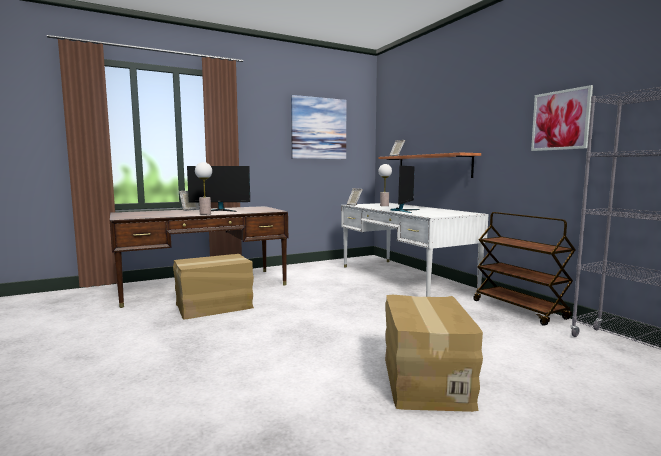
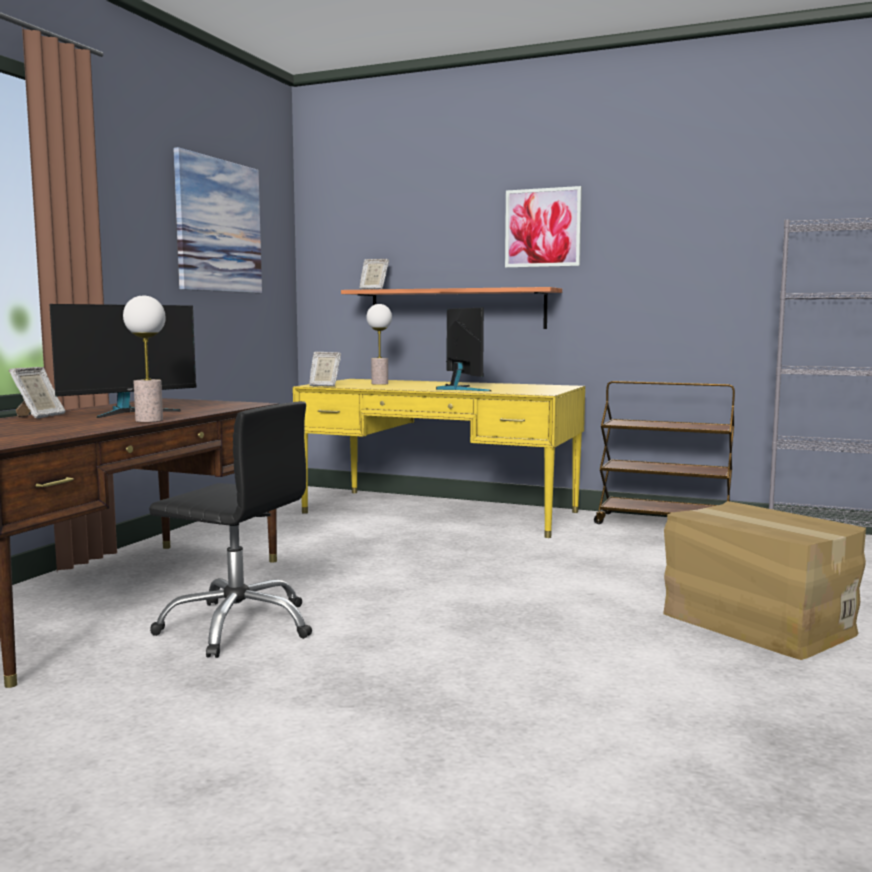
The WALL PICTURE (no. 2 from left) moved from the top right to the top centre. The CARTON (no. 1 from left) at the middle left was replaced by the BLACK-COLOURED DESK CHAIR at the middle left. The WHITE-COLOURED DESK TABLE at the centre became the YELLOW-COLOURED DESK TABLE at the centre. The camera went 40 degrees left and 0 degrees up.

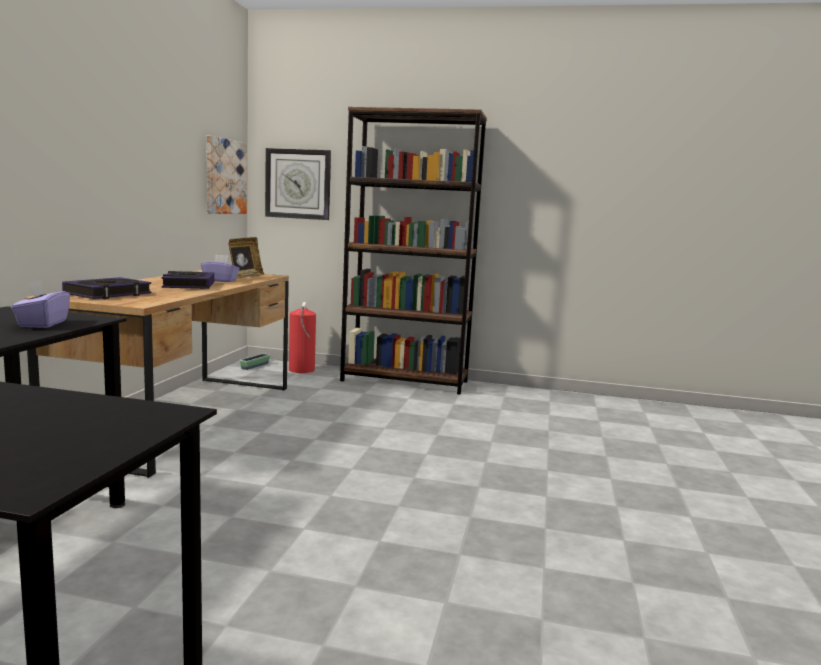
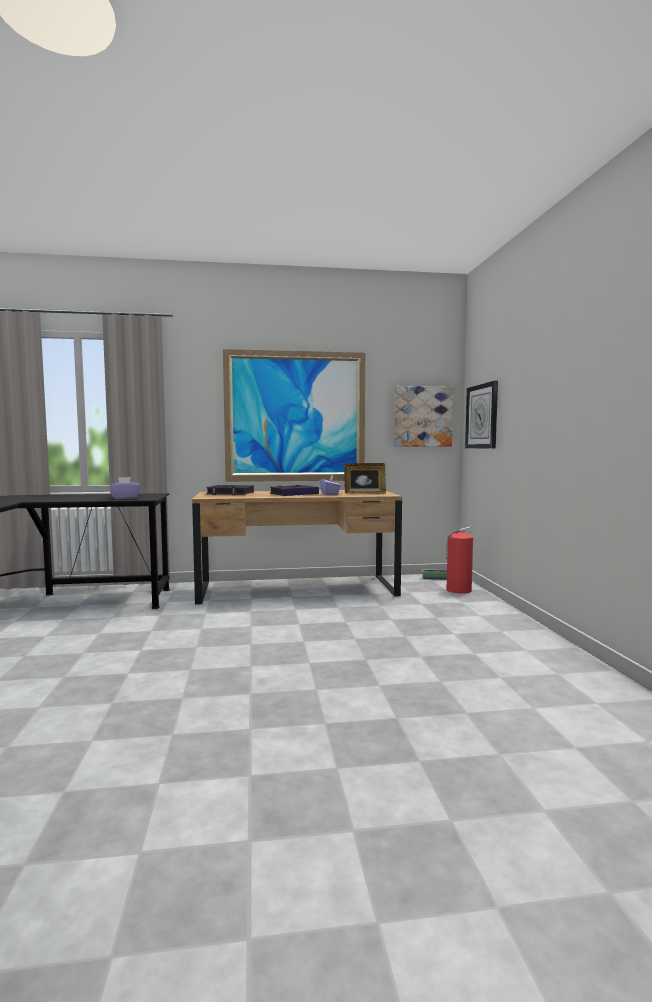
The BROWNISH SHELVING UNIT at the centre disappeared. The WALL PICTURE (no. 1 from left) at the centre appeared. The camera went 70 degrees right and 5 degrees down.

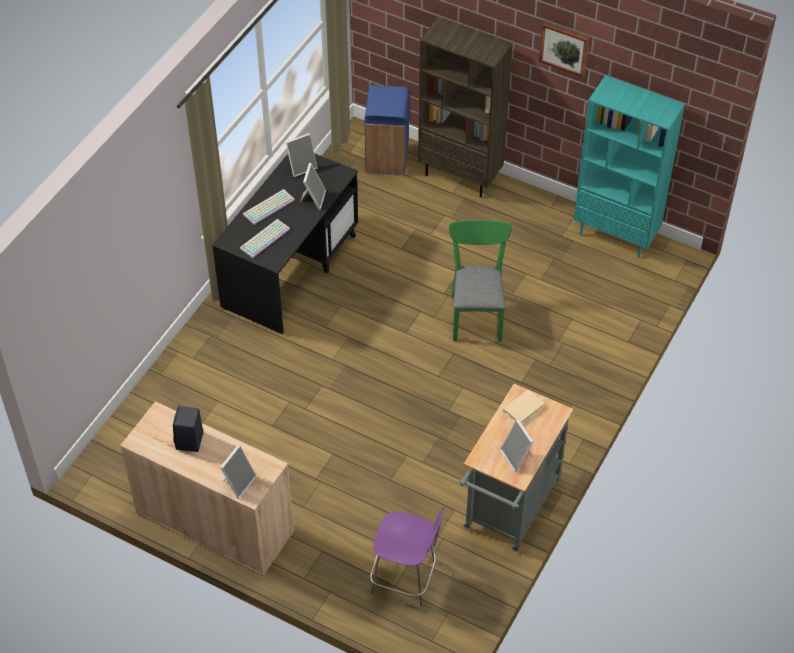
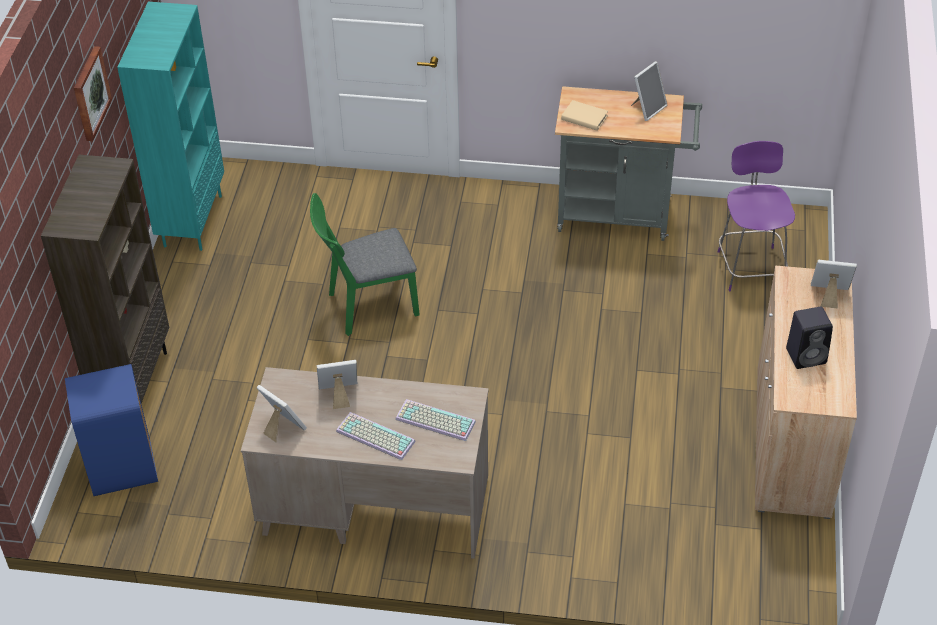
The BLACK-COLOURED DESK TABLE at the centre became the SAND-COLOURED DESK TABLE at the bottom centre. The camera went 110 degrees left and 5 degrees down.

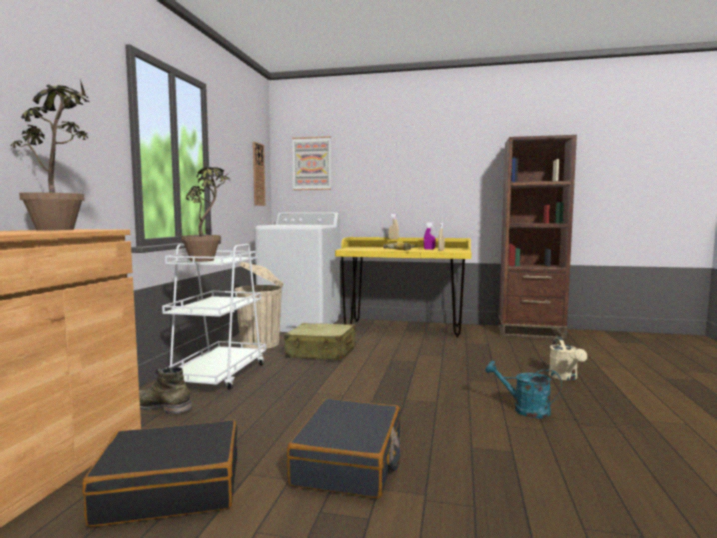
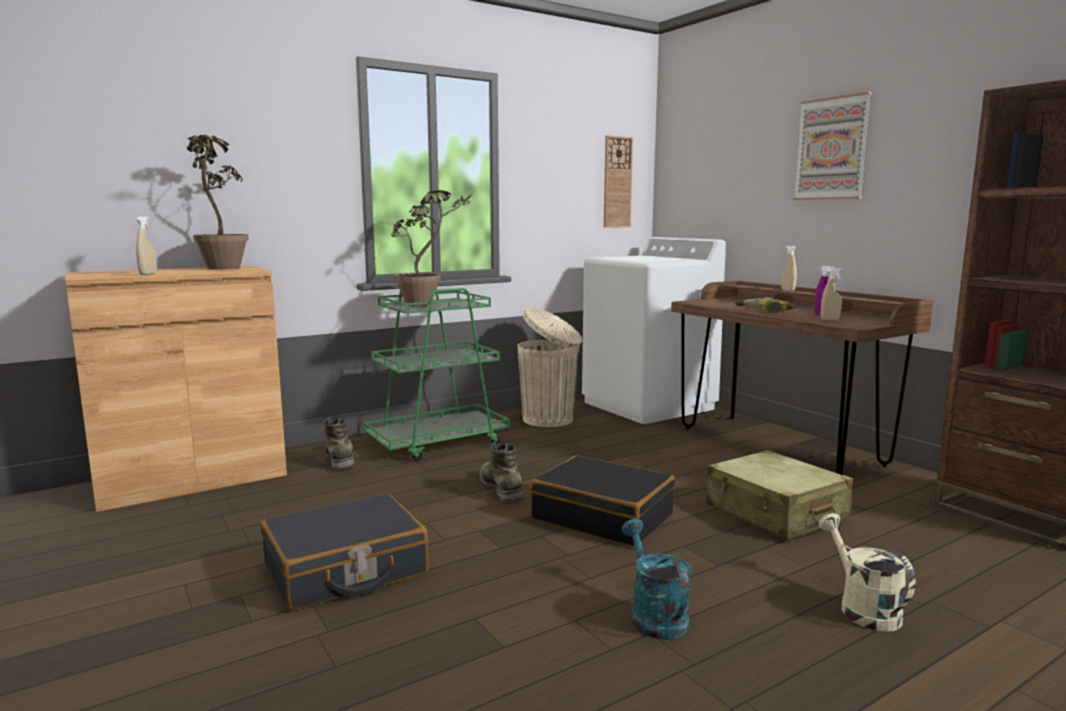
The SAND-COLOURED SPRAYER (no. 1 from left) at the middle left appeared. The GREEN BOOT (no. 2 from left) at the centre appeared. The BLACK-COLOURED TRAVEL CASE (no. 1 from left in the first image) moved from the bottom left to the bottom centre. The SAND-COLOURED TRAVEL CASE moved from the centre to the bottom right. The WALL PICTURE moved from the top centre to the top right. The WHITE-COLOURED TROLLEY at the middle left became the GREEN TROLLEY at the centre. The YELLOW-COLOURED DESK TABLE at the centre became the BROWNISH DESK TABLE at the middle right. The SAND-COLOURED WATERING POT at the middle right turned 120 degrees clockwise. The camera went 45 degrees right and 5 degrees up.

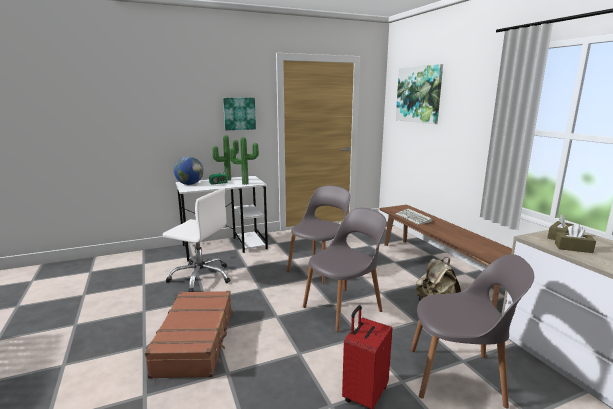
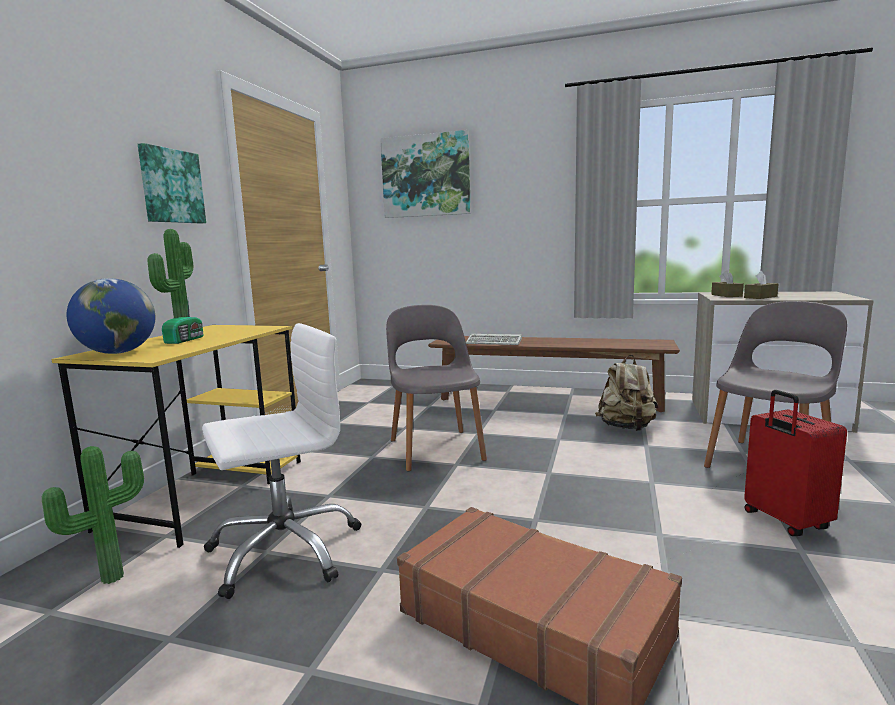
The GRAY UPRIGHT CHAIR (no. 2 from left) at the centre disappeared. The POTTED PLANT (no. 2 from left in the first image) moved from the centre to the bottom left. The WHITE-COLOURED DESK TABLE at the centre became the YELLOW-COLOURED DESK TABLE at the middle left. The camera went 50 degrees left and 5 degrees down.

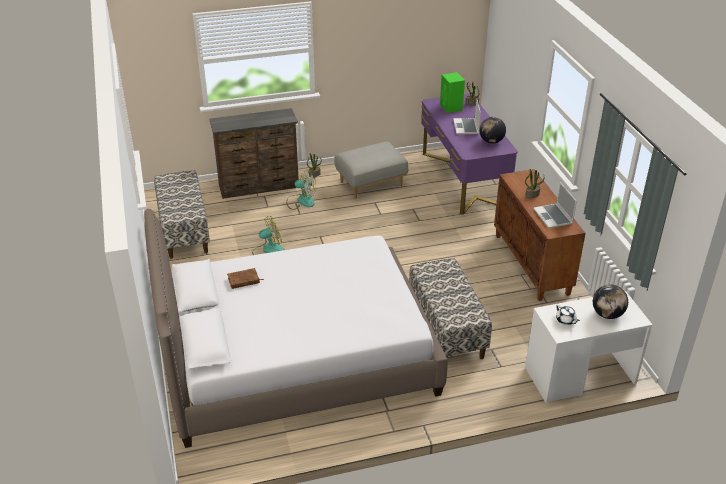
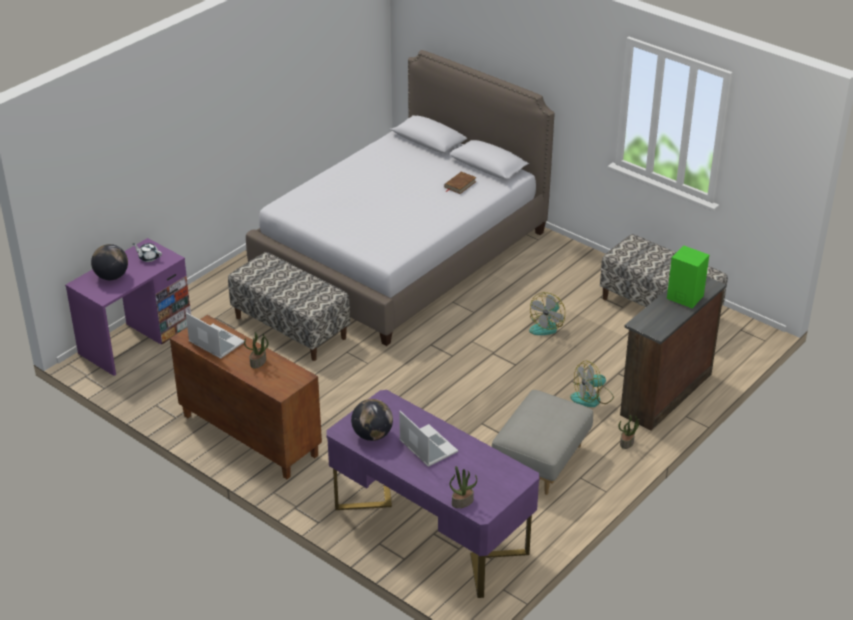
The GREEN SPEAKER moved from the top centre to the middle right. The WHITE-COLOURED DESK TABLE at the bottom right became the PURPLE-COLOURED DESK TABLE (no. 1 from left) at the middle left. The camera went 145 degrees right and 0 degrees up.

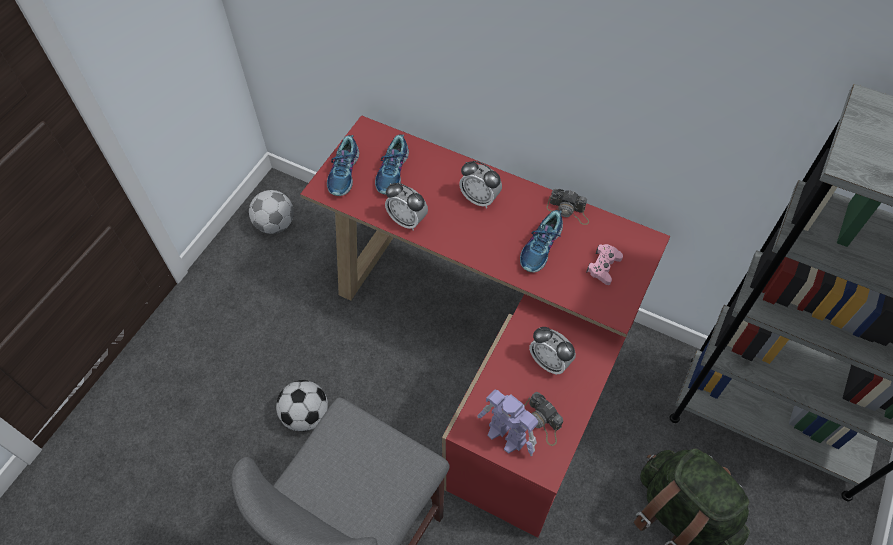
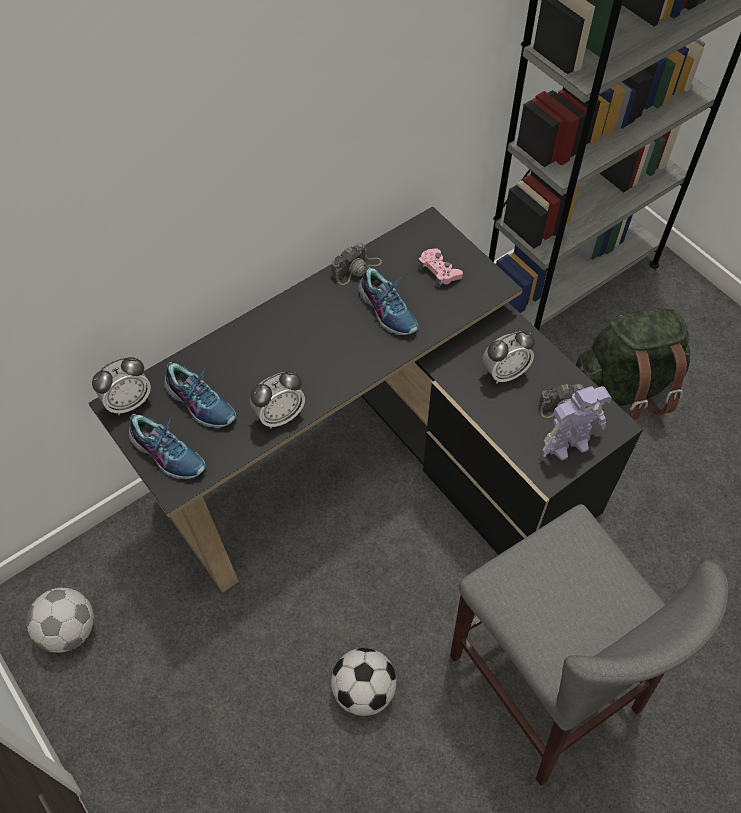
The TABLE CLOCK (no. 2 from left in the first image) moved from the centre to the middle left. The RED-COLOURED DESK TABLE at the centre became the BLACK-COLOURED DESK TABLE at the centre. The camera went 65 degrees left and 0 degrees up.

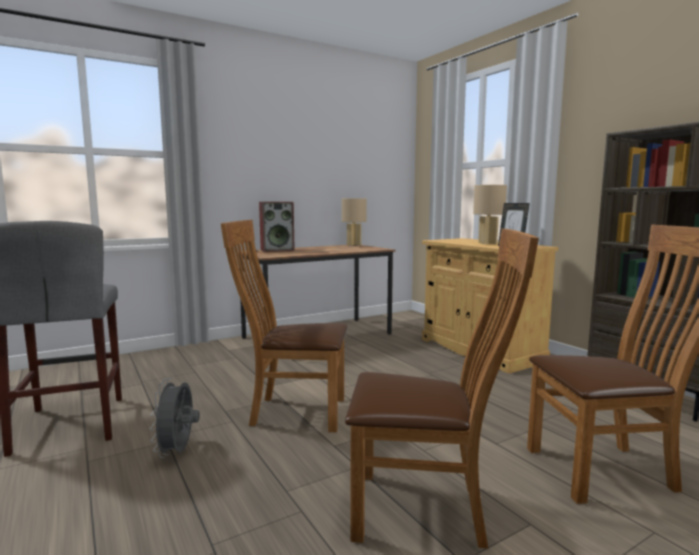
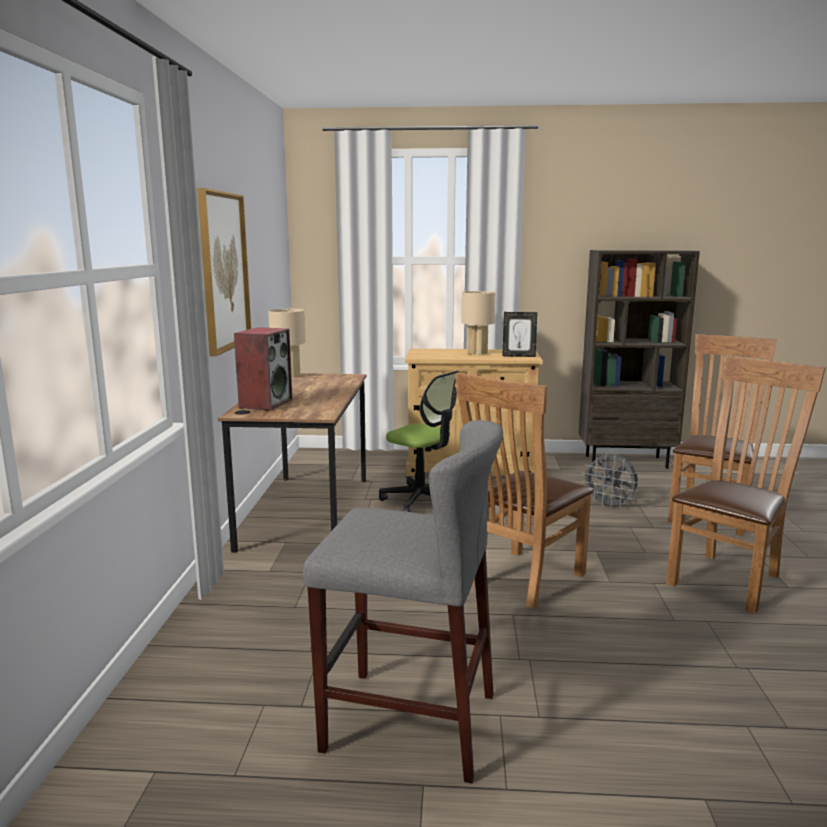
The WALL PICTURE at the top left appeared. The DESK CHAIR at the centre appeared. The GRAY COOLING FAN moved from the bottom left to the middle right. The camera went 55 degrees left and 5 degrees up.

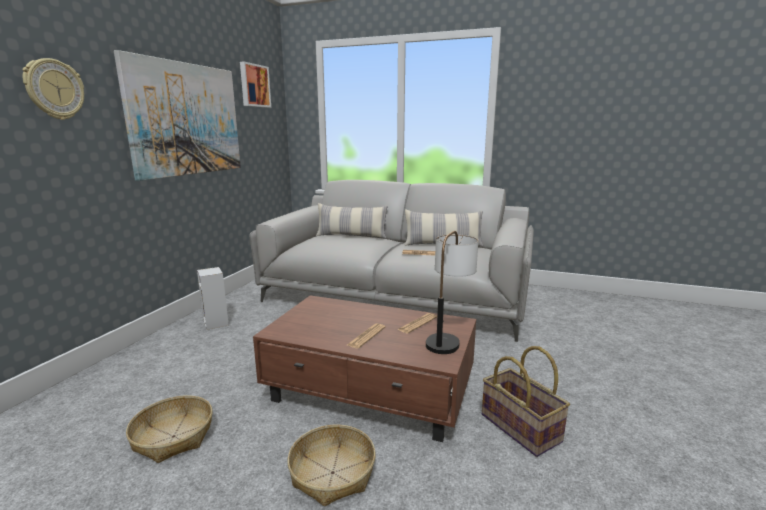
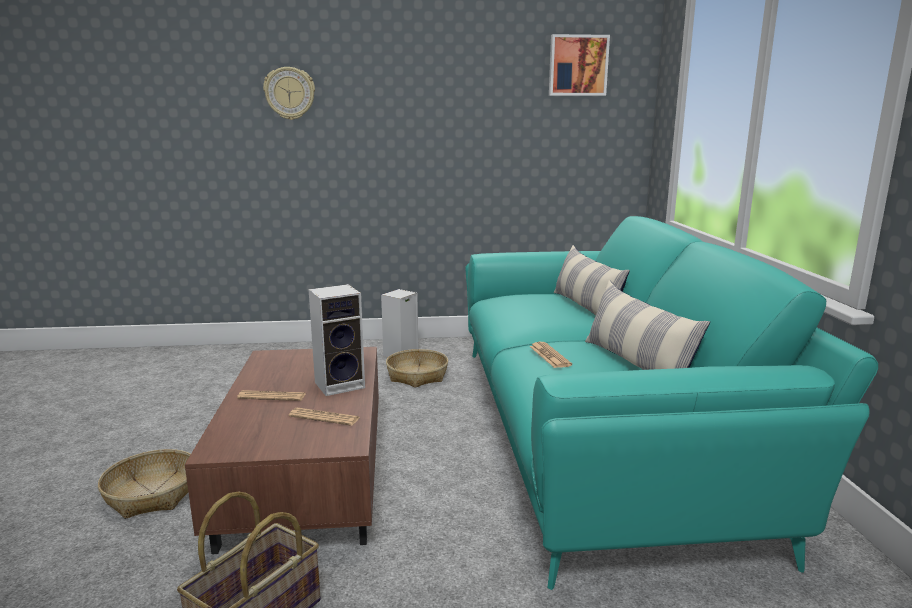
The WALL PICTURE (no. 1 from left) at the top left disappeared. The TABLE LAMP at the centre disappeared. The SPEAKER (no. 1 from left) at the centre appeared. The HOUSEHOLD BASKET (no. 1 from left in the first image) moved from the bottom left to the centre. The GRAY COUCH at the centre became the TURQUOISE COUCH at the middle right. The camera went 65 degrees right and 0 degrees up.

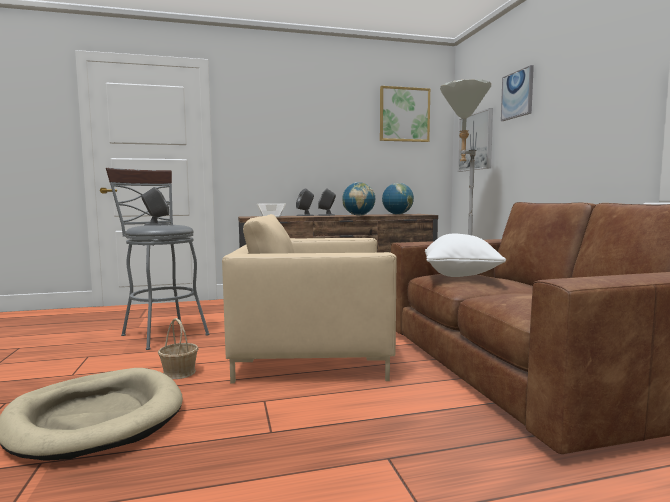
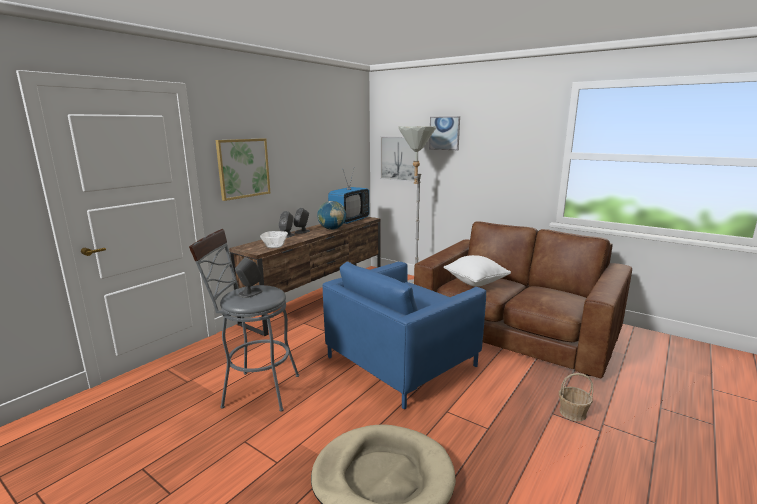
The HOUSEHOLD BASKET moved from the bottom left to the bottom right. The WALL PICTURE (no. 1 from left) moved from the top centre to the middle left. The GLOBE (no. 2 from left) at the centre was replaced by the TV SET at the centre. The SAND-COLOURED ARMCHAIR at the centre became the BLUE-COLOURED ARMCHAIR at the bottom centre. The camera went 40 degrees left and 10 degrees up.

